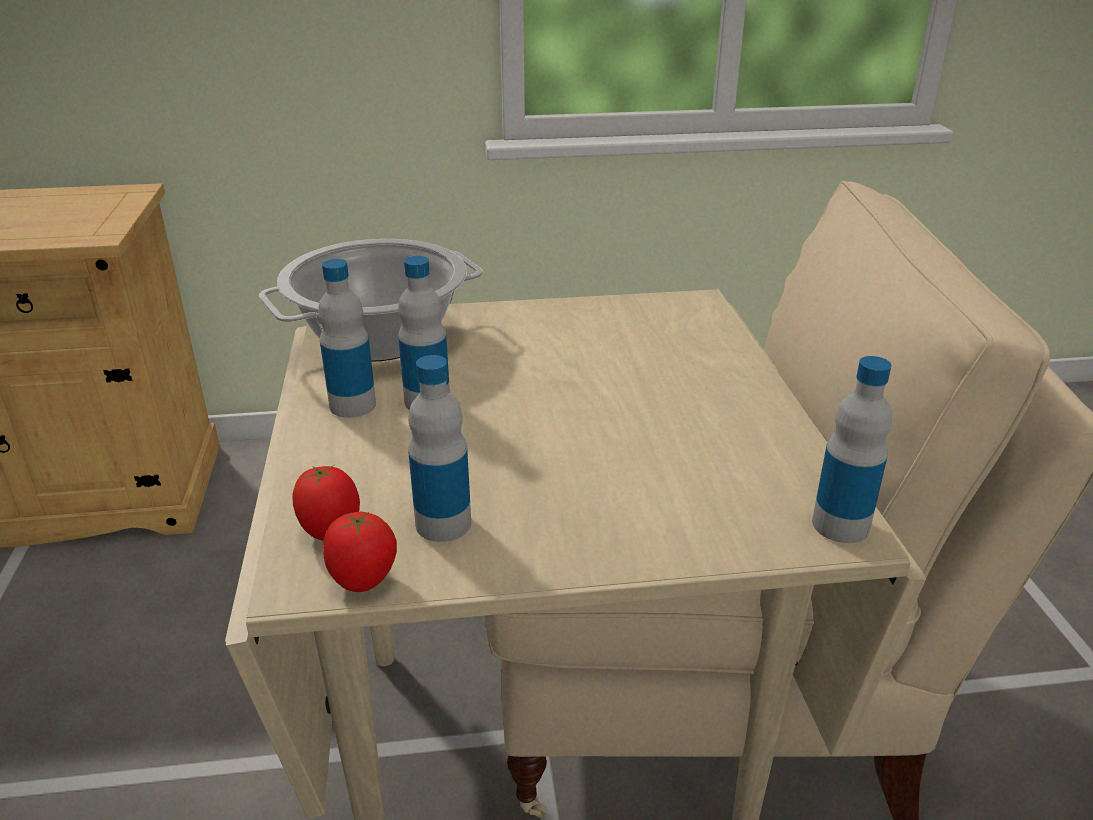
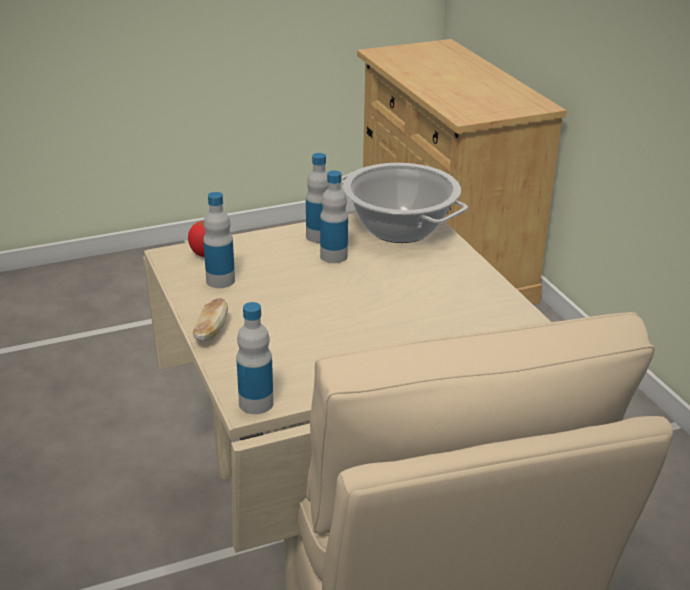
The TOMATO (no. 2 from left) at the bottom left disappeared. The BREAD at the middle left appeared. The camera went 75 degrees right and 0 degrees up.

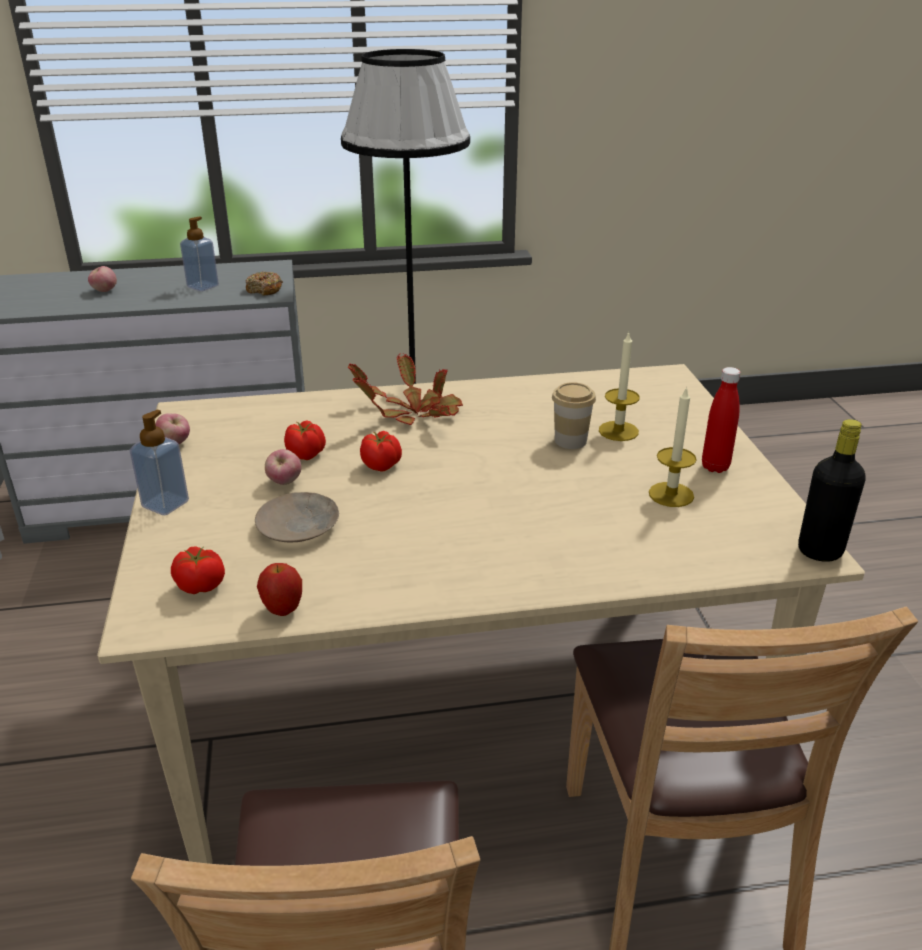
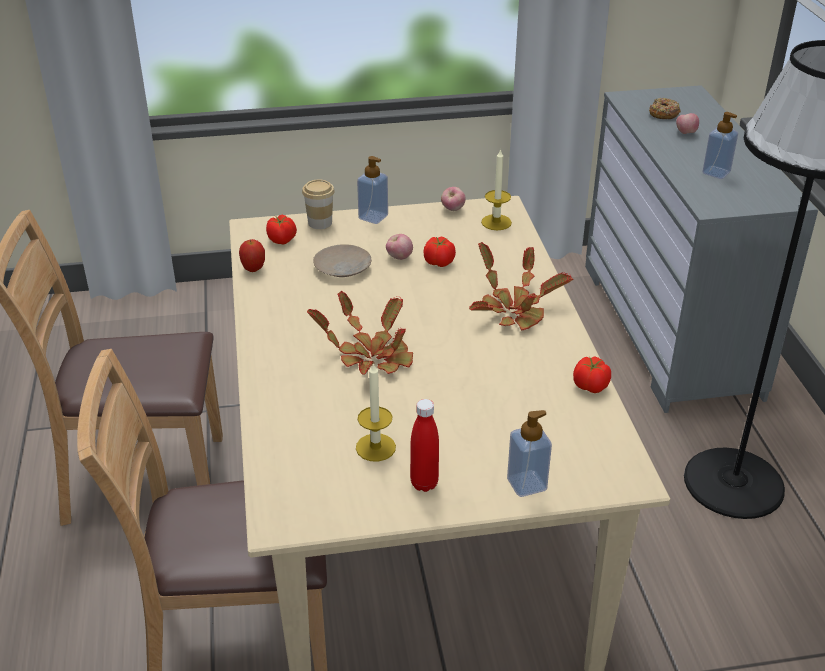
The BLACK-COLOURED BEVERAGE BOTTLE at the middle right disappeared. The POTTED PLANT (no. 1 from left) at the centre appeared. The LIQUID SOAP BOTTLE (no. 2 from left) at the bottom centre appeared. The DOUGHNUT moved from the top left to the top right. The TOMATO (no. 3 from left) moved from the centre to the middle right. The SMALL CUP moved from the centre to the top centre. The CANDLE (no. 1 from left in the first image) moved from the middle right to the top centre. The camera went 90 degrees right and 5 degrees up.

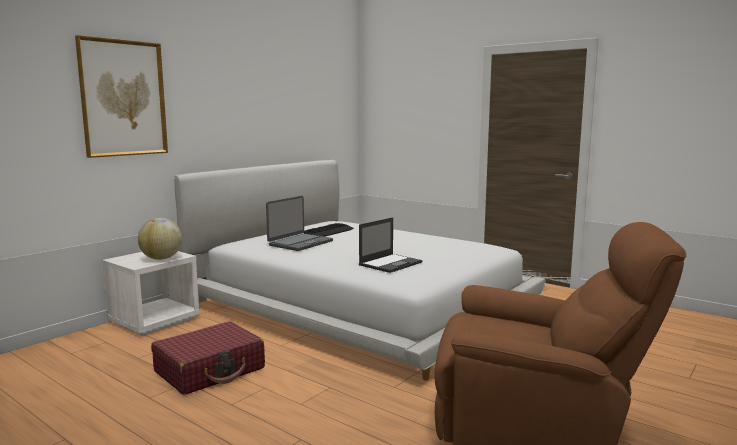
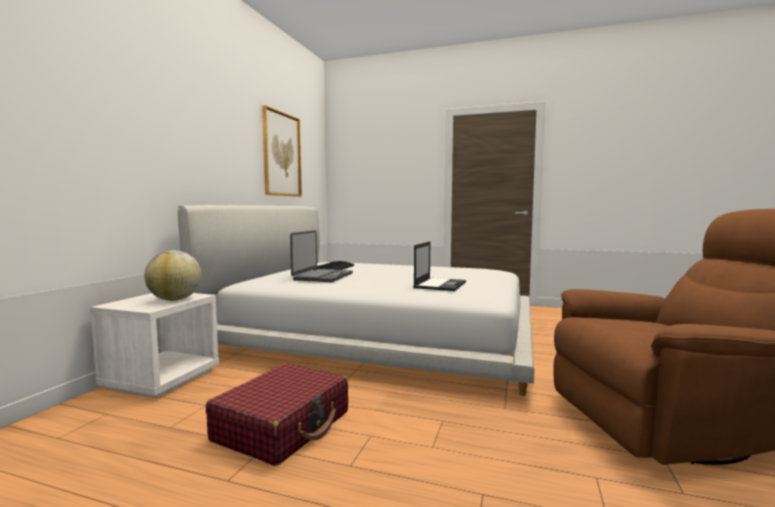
The WALL PICTURE moved from the top left to the top centre. The camera went 20 degrees left and 5 degrees down.

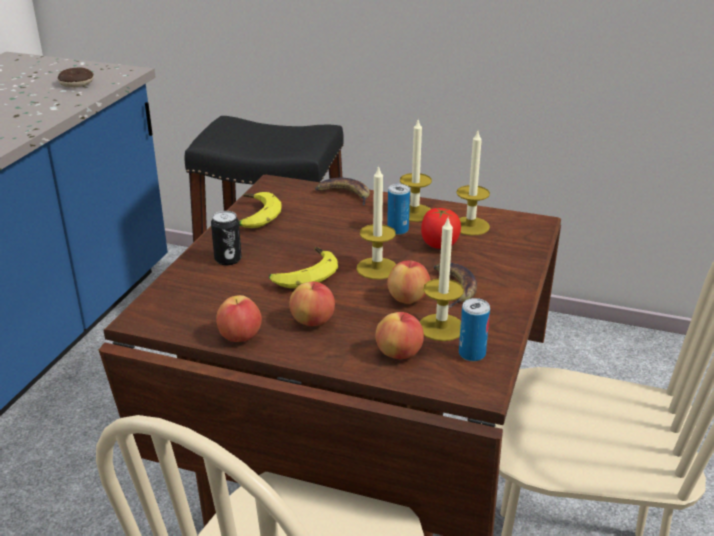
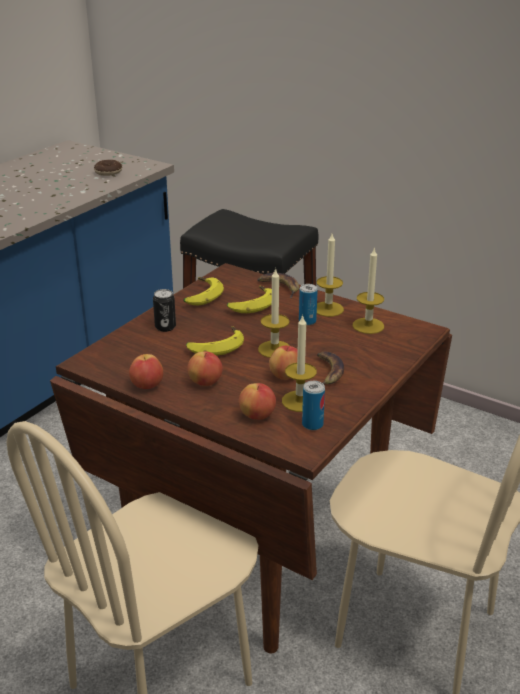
The TOMATO at the centre disappeared. The BANANA FRUIT (no. 3 from left) at the centre appeared. The camera went 15 degrees right and 0 degrees up.

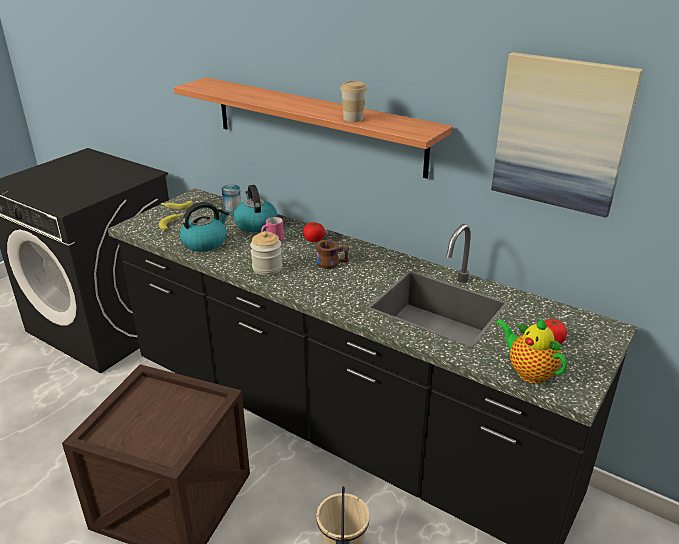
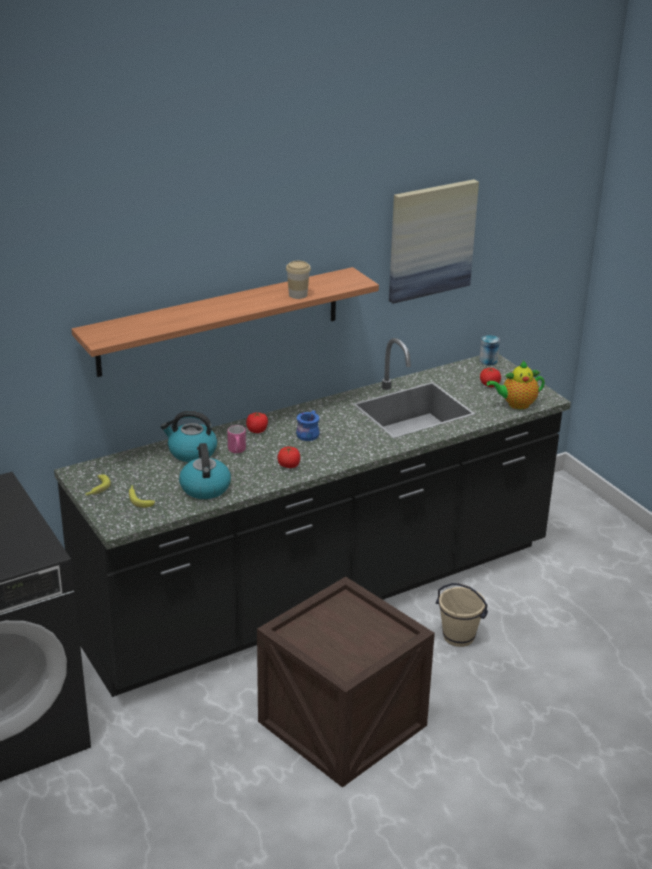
The SEALED CAN moved from the centre to the middle right. The STORAGE JAR at the centre was replaced by the TOMATO (no. 2 from left) at the centre. The BROWNISH MUG at the centre became the BLUE-COLOURED MUG at the centre. The camera went 65 degrees left and 0 degrees up.

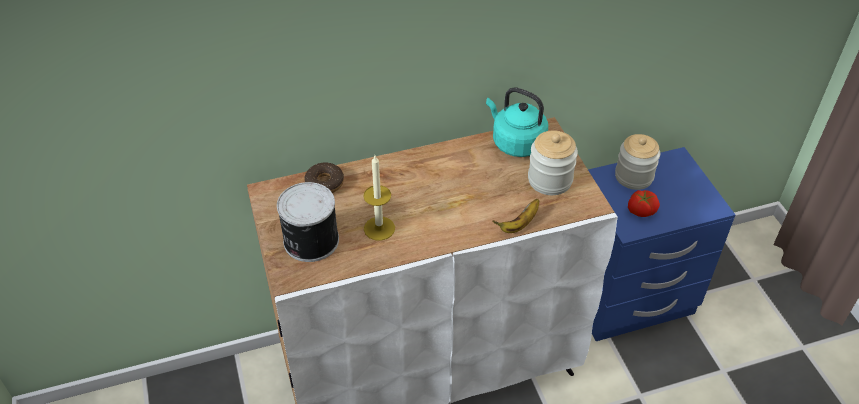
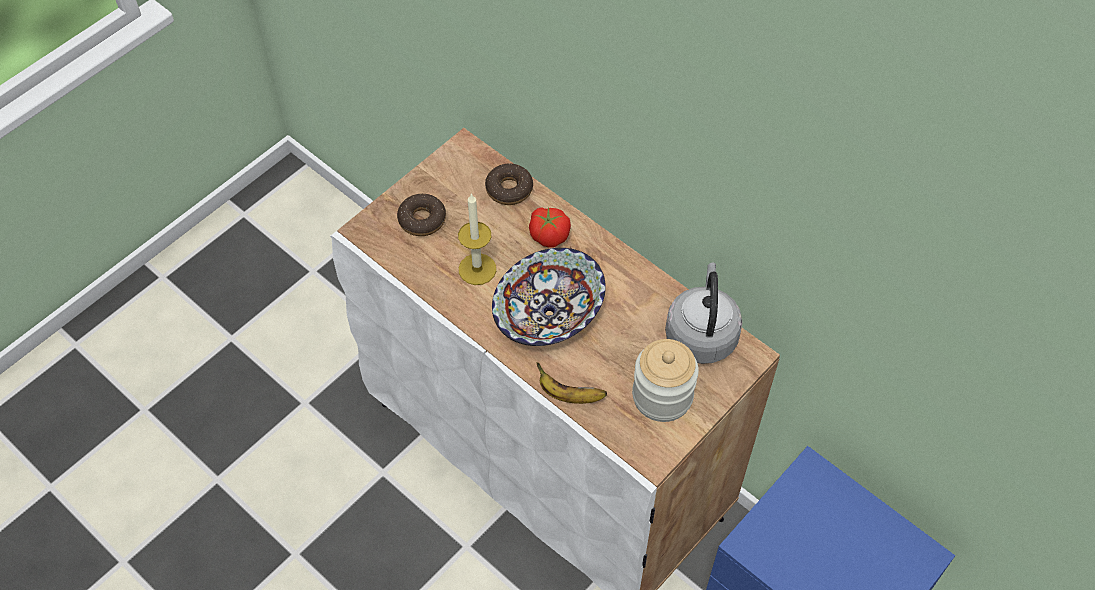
The STORAGE JAR (no. 2 from left) at the middle right disappeared. The SERVING BOWL at the centre appeared. The TOMATO moved from the middle right to the centre. The SEALED CAN at the centre was replaced by the DOUGHNUT (no. 1 from left) at the centre. The TURQUOISE KETTLE at the top centre became the GRAY KETTLE at the centre. The camera went 60 degrees right and 10 degrees up.

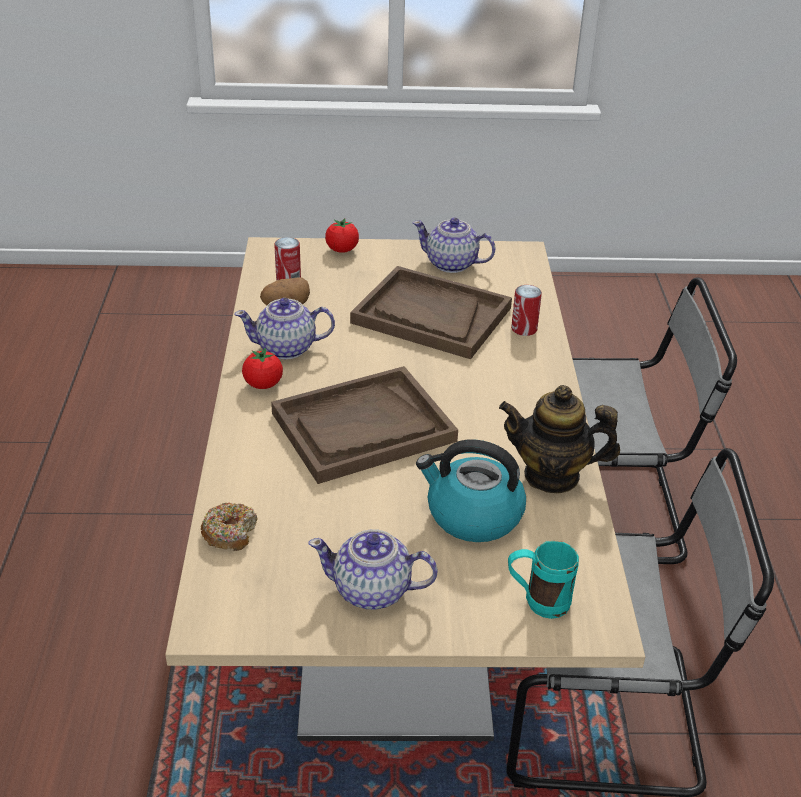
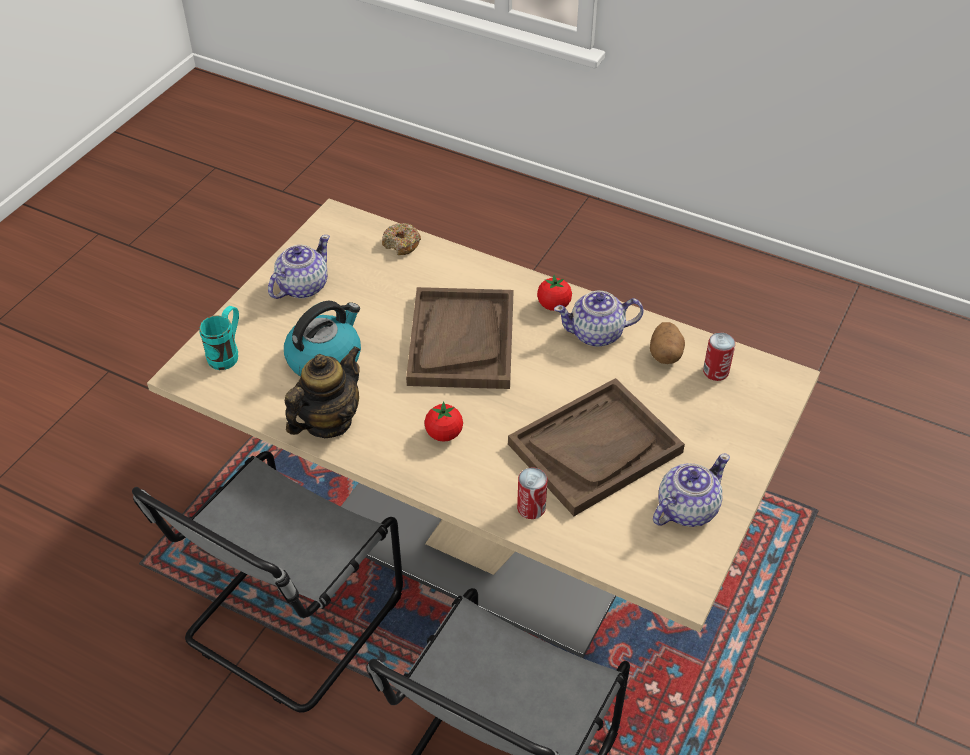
The TOMATO (no. 2 from left in the first image) moved from the top centre to the centre. The TEAPOT (no. 1 from left in the first image) at the centre turned 120 degrees counterclockwise. The camera went 120 degrees right and 10 degrees up.

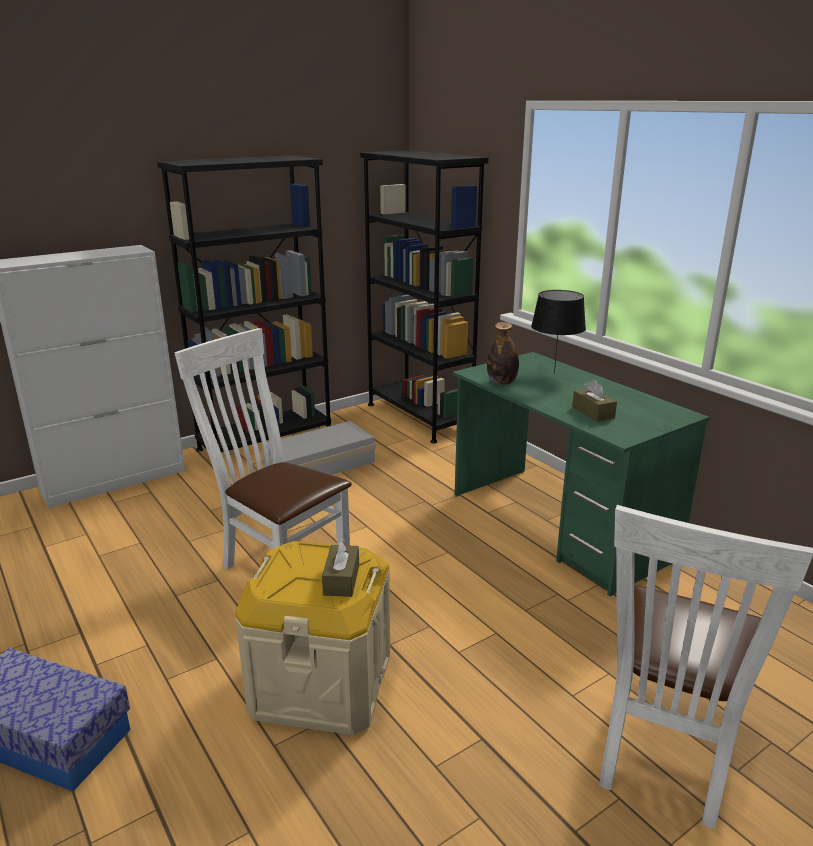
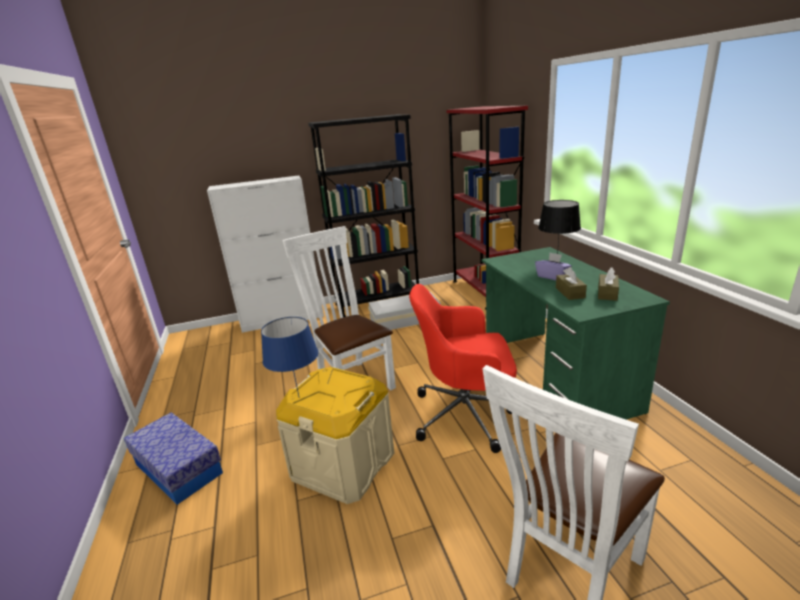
The BEVERAGE BOTTLE at the centre disappeared. The BLUE-COLOURED TABLE LAMP at the centre appeared. The RED-COLOURED DESK CHAIR at the centre appeared. The PURPLE-COLOURED BOX OF TISSUES at the middle right appeared. The BROWNISH BOX OF TISSUES (no. 1 from left in the first image) moved from the bottom centre to the middle right. The BLACK-COLOURED SHELVING UNIT (no. 2 from left) at the centre became the RED-COLOURED SHELVING UNIT at the centre. The camera went 20 degrees right and 0 degrees up.

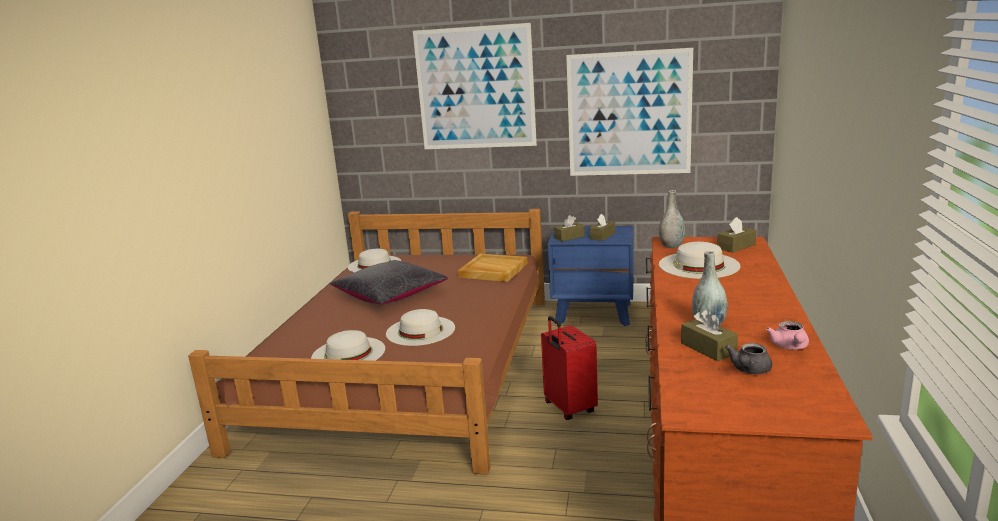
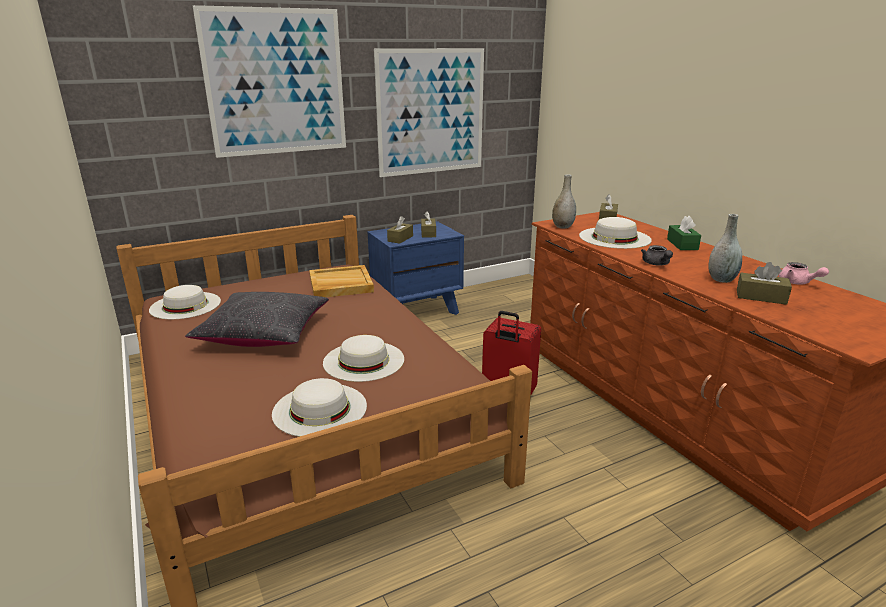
The GREEN BOX OF TISSUES at the middle right appeared. The GRAY TEAPOT moved from the bottom right to the middle right. The camera went 40 degrees left and 5 degrees up.

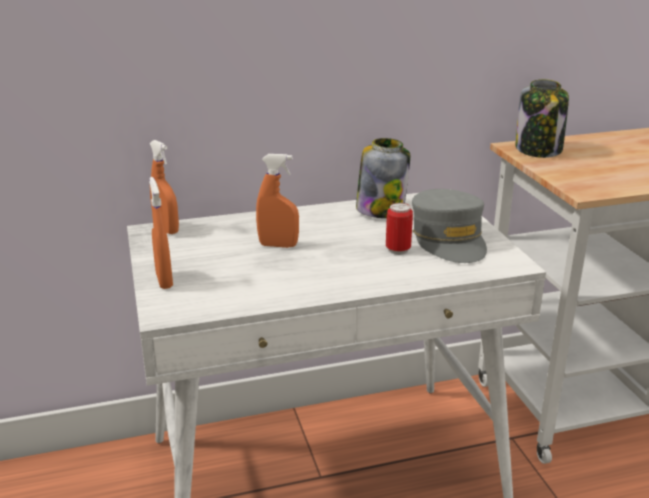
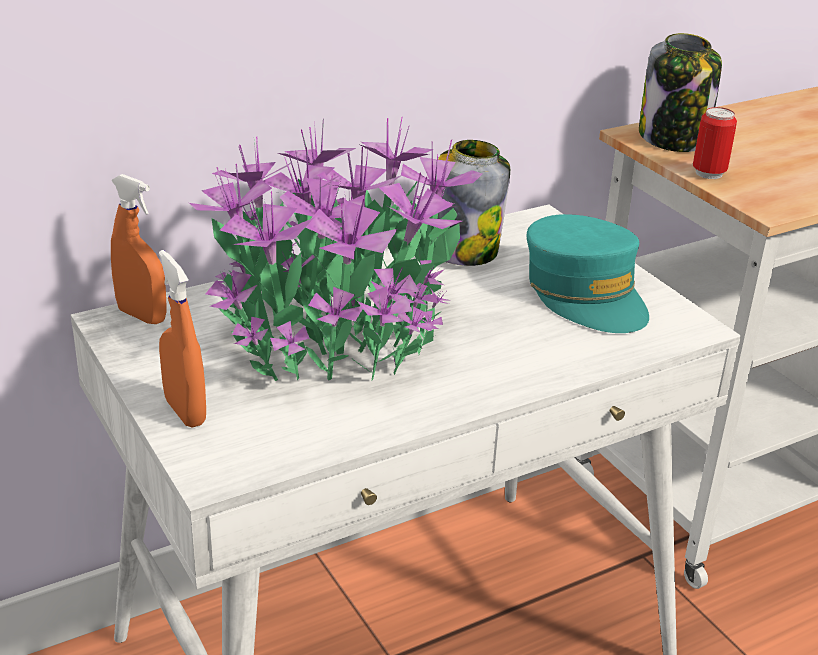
The SEALED CAN moved from the centre to the top right. The ORANGE-COLOURED SPRAYER (no. 3 from left) at the centre was replaced by the POTTED PLANT at the centre. The GRAY PEAKED CAP at the middle right became the TURQUOISE PEAKED CAP at the middle right. The camera went 15 degrees left and 5 degrees up.

